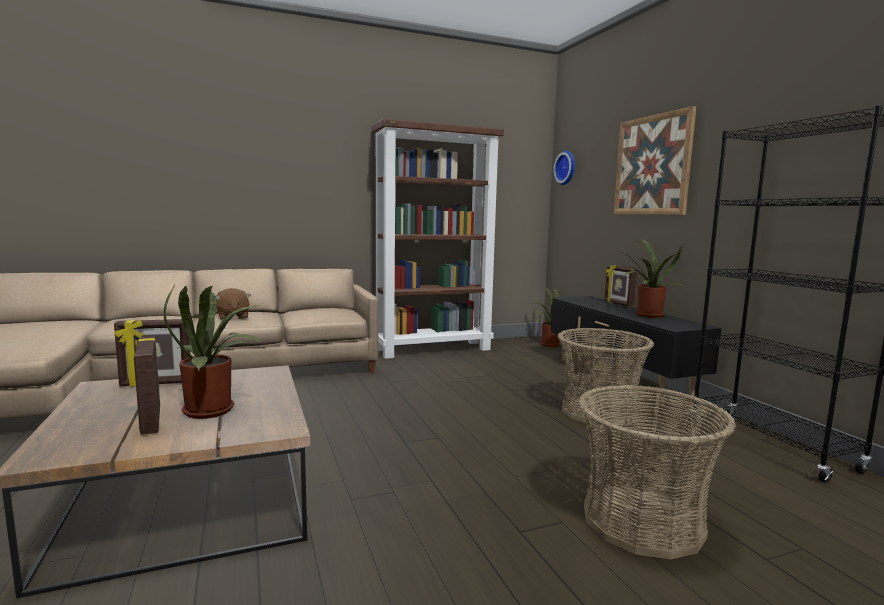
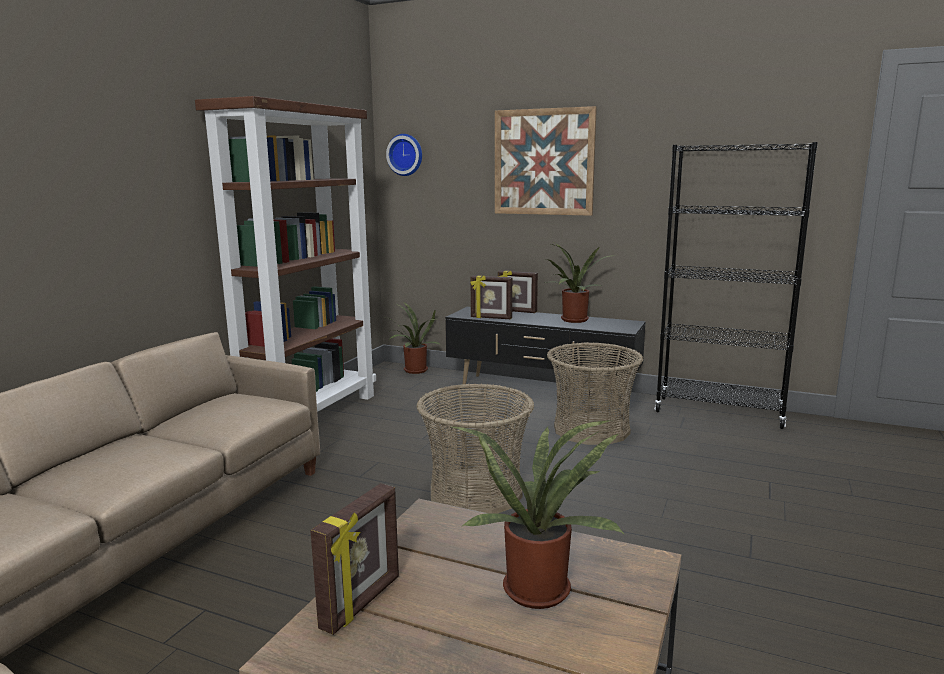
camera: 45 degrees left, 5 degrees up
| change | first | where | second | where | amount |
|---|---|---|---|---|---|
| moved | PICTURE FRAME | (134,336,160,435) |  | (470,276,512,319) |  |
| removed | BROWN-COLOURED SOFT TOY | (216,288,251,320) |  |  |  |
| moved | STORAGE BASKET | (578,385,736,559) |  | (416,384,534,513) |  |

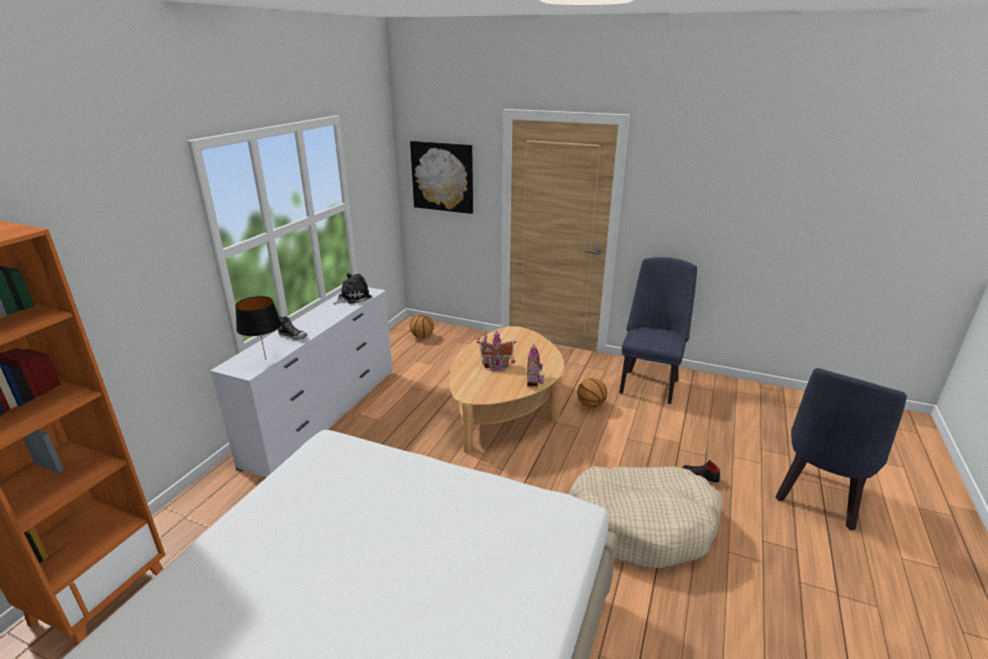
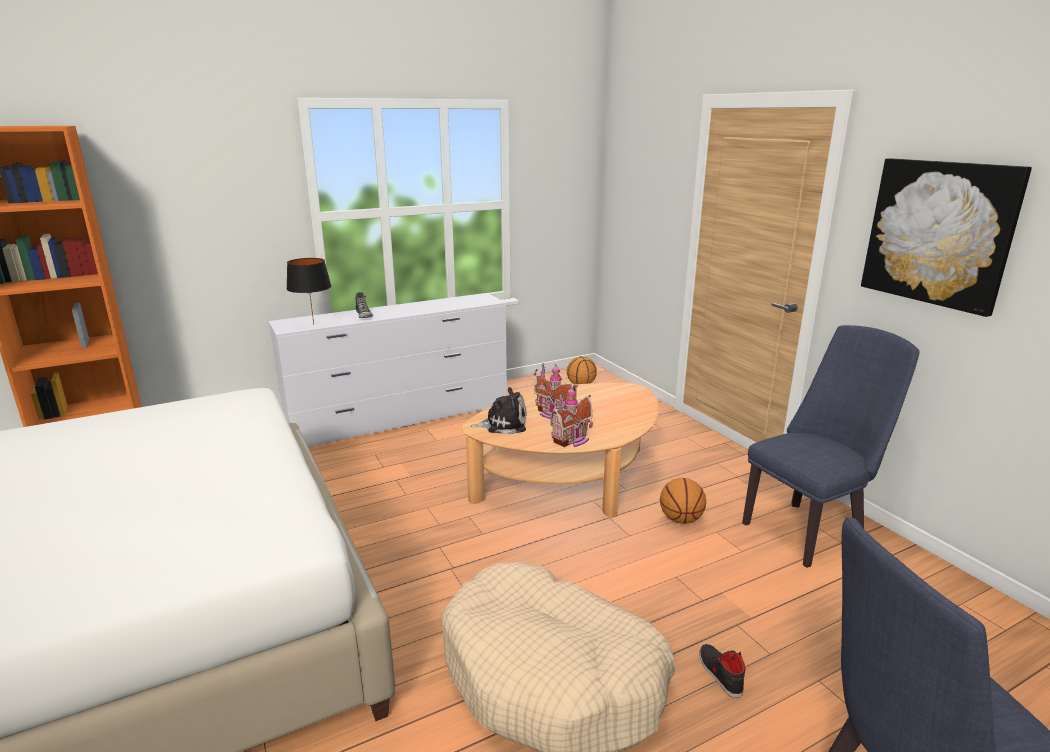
camera: 40 degrees right, 5 degrees down
| change | first | where | second | where | amount |
|---|---|---|---|---|---|
| moved | SOFT TOY | (333,273,372,305) |  | (470,387,527,434) |  |
| moved | WALL ART | (410,141,473,214) |  | (861,158,1032,317) |  |

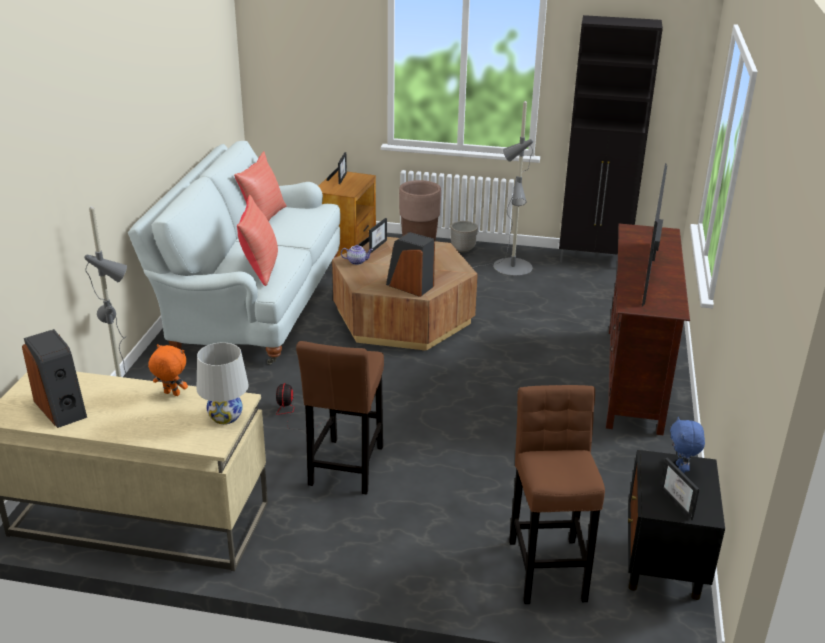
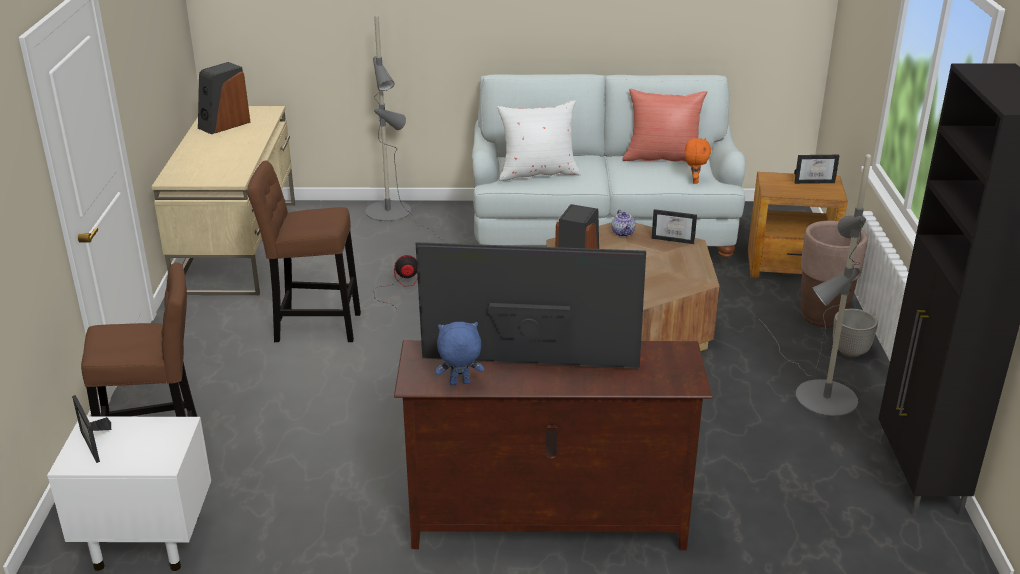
camera: 80 degrees right, 0 degrees up
| change | first | where | second | where | amount |
|---|---|---|---|---|---|
| moved | ORANGEY SOFT TOY | (148,344,188,396) |  | (685,138,711,184) |  |
| removed | WHITISH TABLETOP LAMP | (196,342,248,424) |  |  |  |
| recoloured | RED-COLOURED PILLOW | (237,195,278,286) | WHITISH PILLOW | (497,100,581,181) |  |
| recoloured | BLACKISH BEDSIDE TABLE | (628,450,725,600) | WHITISH BEDSIDE TABLE | (47,416,211,571) |  |
| turned | PICTURE FRAME | (660,457,699,521) |  | (72,395,111,463) | 90 degrees counterclockwise |
| moved | BLUE SOFT TOY | (670,417,705,473) |  | (436,322,484,385) |  |

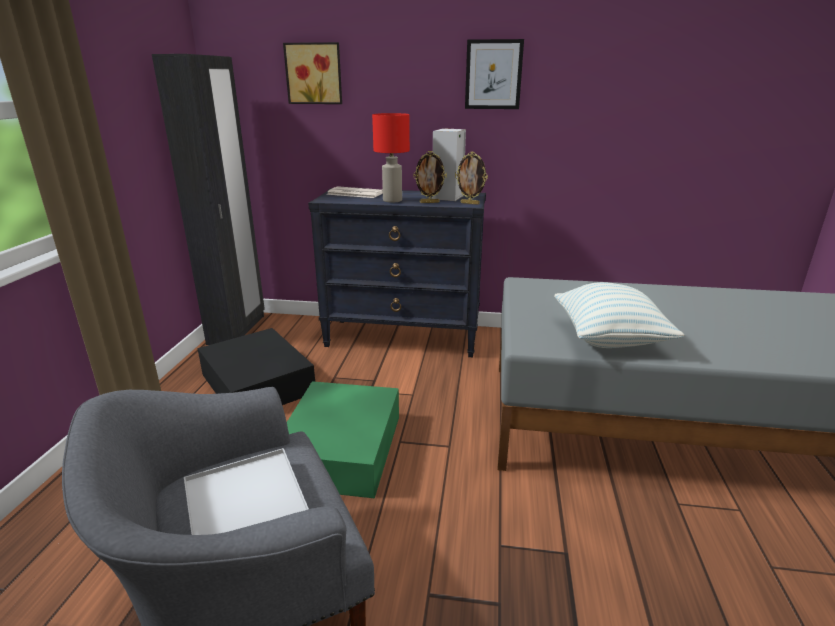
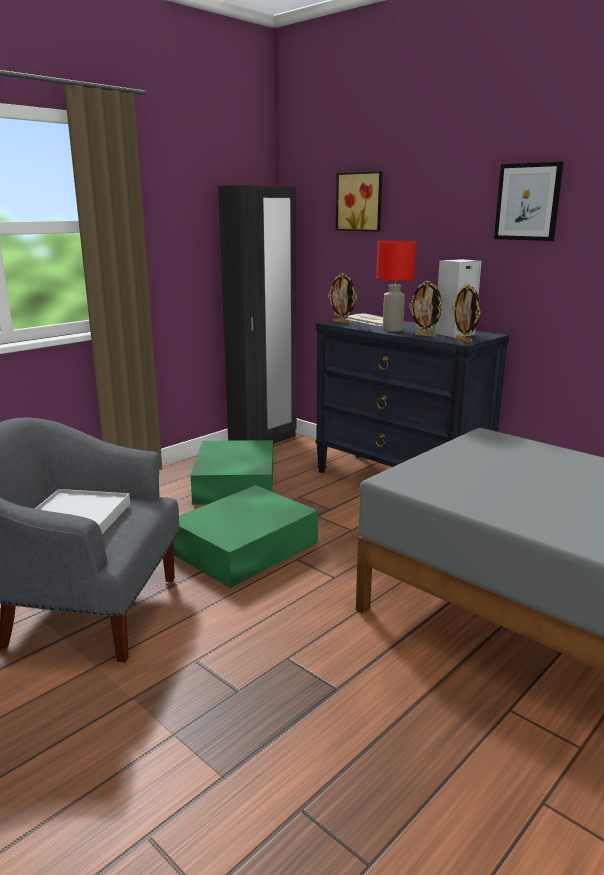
camera: 35 degrees right, 5 degrees down
| change | first | where | second | where | amount |
|---|---|---|---|---|---|
| recoloured | BLACKISH STORAGE BIN | (197,328,315,405) | GREEN STORAGE BIN | (190,440,273,505) |  |
| removed | PILLOW | (554,282,684,348) |  |  |  |
| added |  |  | PICTURE FRAME | (328,273,357,324) |  |

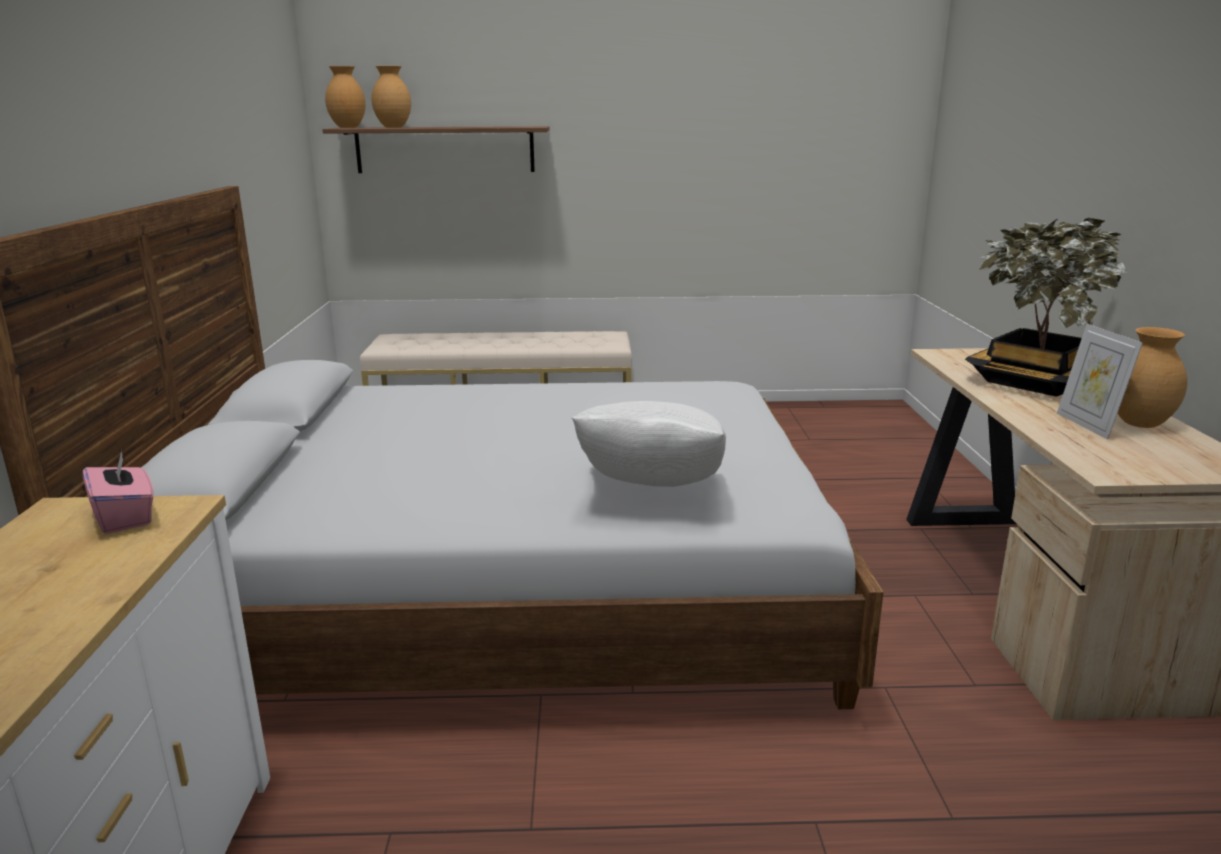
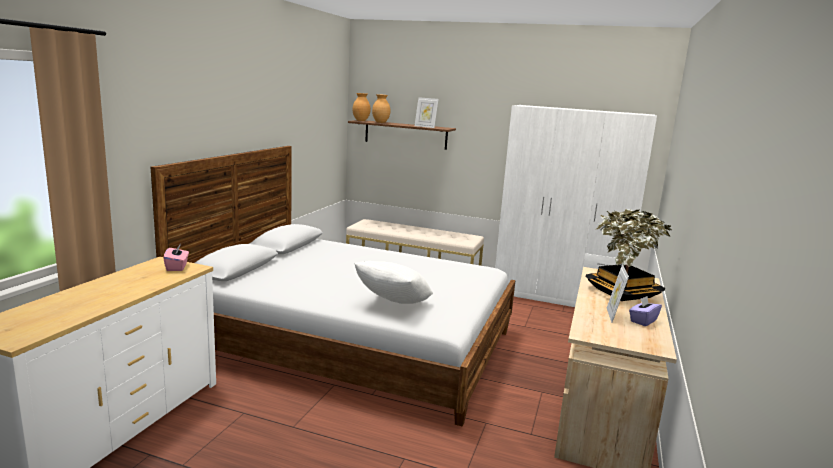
camera: 20 degrees right, 5 degrees down
| change | first | where | second | where | amount |
|---|---|---|---|---|---|
| replaced | BROWN-COLOURED VASE | (1118,327,1187,428) | PURPLISH TISSUE BOX | (629,296,662,326) |  |
| added |  |  | PICTURE FRAME | (415,97,438,128) |  |
| added |  |  | WHITISH CLOTHES CUPBOARD | (495,105,657,307) |  |

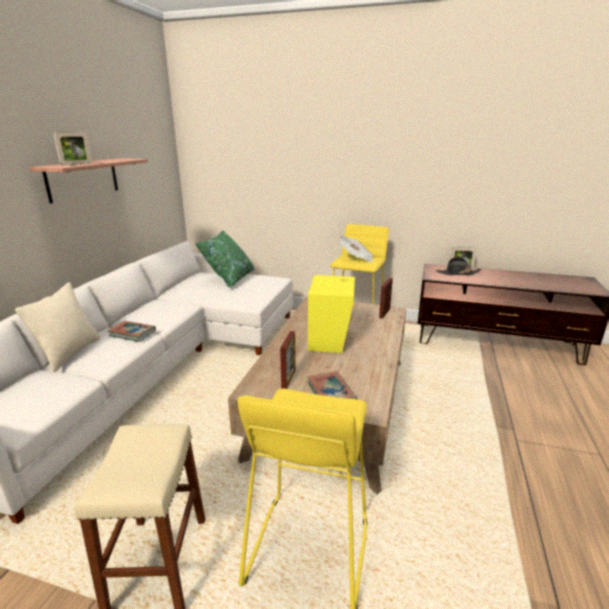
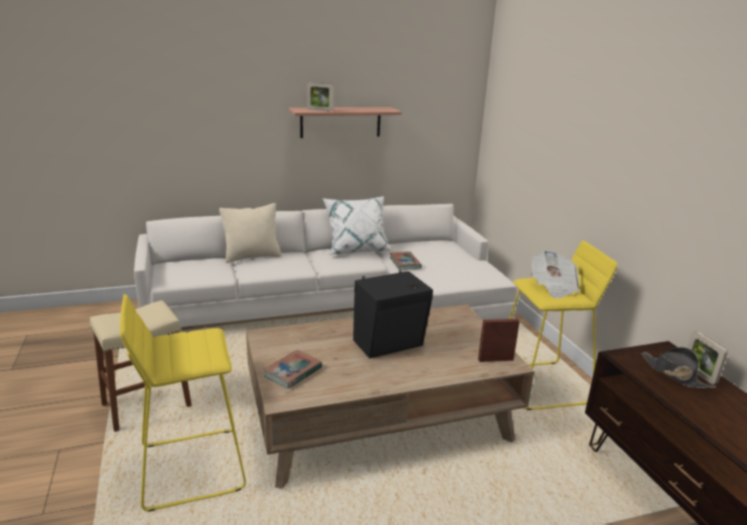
camera: 55 degrees right, 0 degrees up
| change | first | where | second | where | amount |
|---|---|---|---|---|---|
| moved | BOUND BOOK | (107,321,156,342) |  | (390,252,422,270) |  |
| removed | GREEN PILLOW | (195,231,255,288) |  |  |  |
| removed | PICTURE FRAME | (280,331,295,389) |  |  |  |
| recoloured | YELLOWISH SPEAKER | (308,275,355,353) | BLACKISH SPEAKER | (353,270,433,358) |  |
| added |  |  | WHITISH PILLOW | (322,196,393,255) |  |

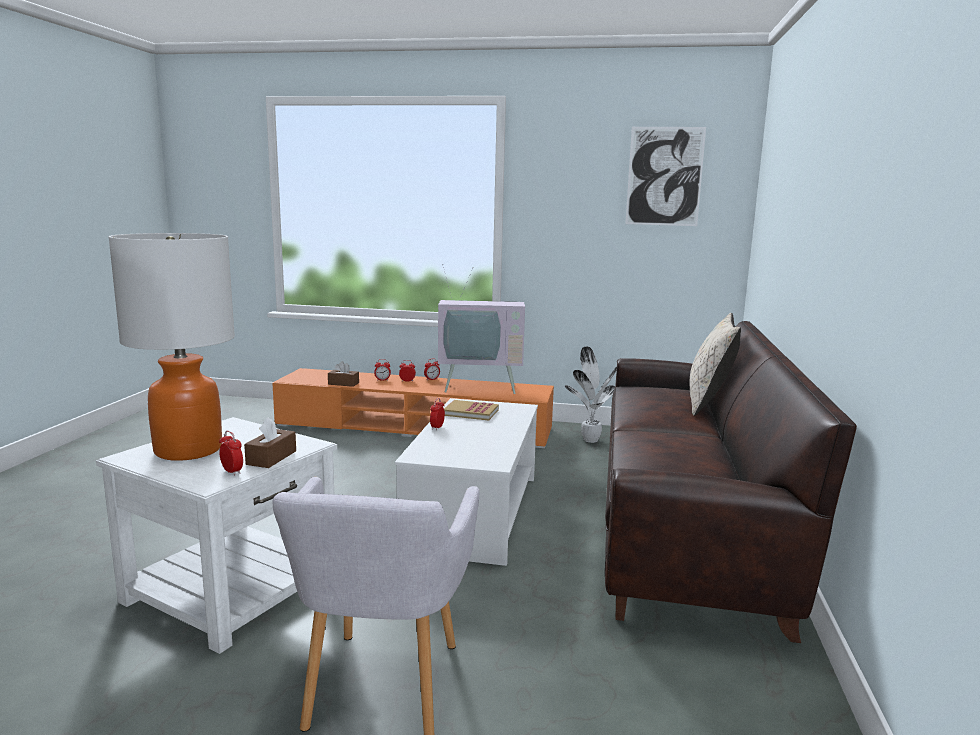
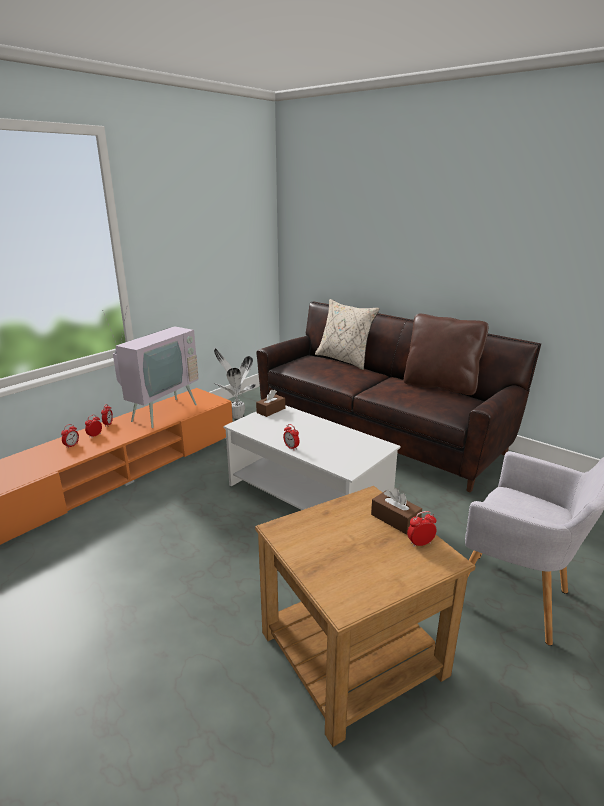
camera: 60 degrees left, 10 degrees up
| change | first | where | second | where | amount |
|---|---|---|---|---|---|
| recoloured | WHITISH ACCENT TABLE | (96,417,337,654) | BROWN-COLOURED ACCENT TABLE | (255,486,476,747) |  |
| removed | TABLETOP LAMP | (108,233,235,461) |  |  |  |
| moved | BROWN-COLOURED TISSUE BOX | (328,361,359,387) |  | (256,390,285,417) |  |
| removed | BOUND BOOK | (444,400,499,421) |  |  |  |
| removed | WALL ART | (625,127,706,226) |  |  |  |
| added |  |  | BROWN-COLOURED PILLOW | (404,314,488,395) |  |

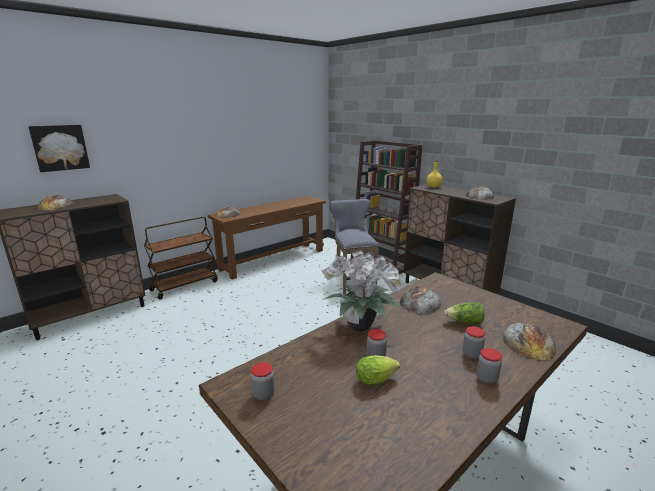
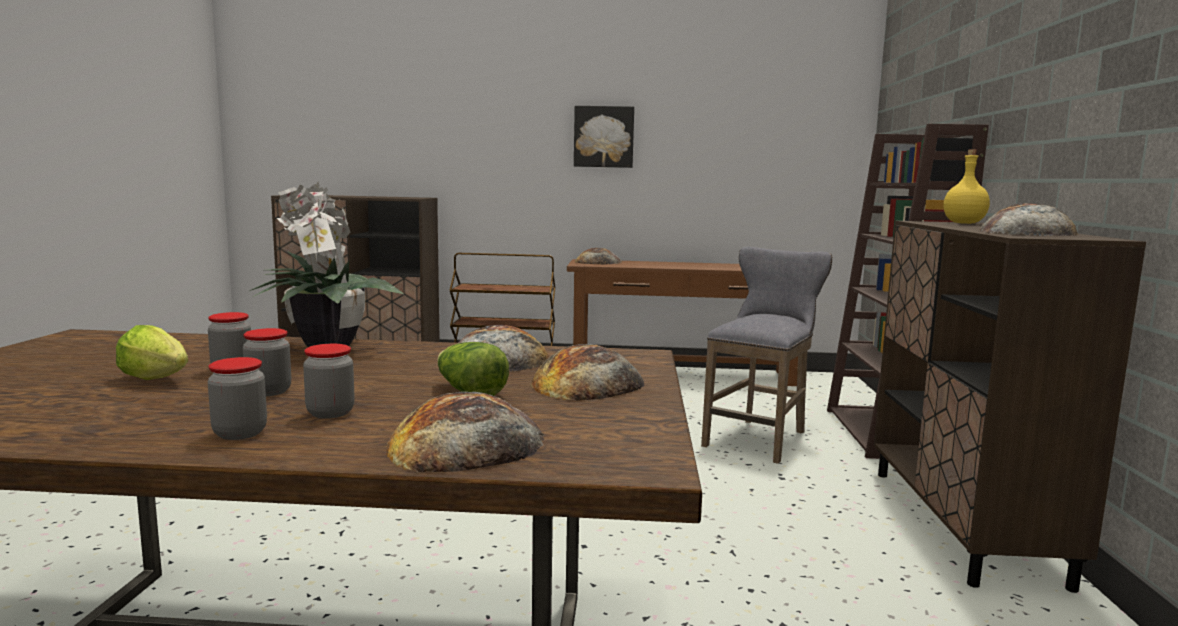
camera: 45 degrees right, 10 degrees down
| change | first | where | second | where | amount |
|---|---|---|---|---|---|
| moved | WALL ART | (28,125,90,172) |  | (574,106,634,168) |  |
| moved | BAKERY BREAD | (38,195,75,210) |  | (530,344,644,401) |  |
| moved | STORAGE JAR | (251,362,275,401) |  | (243,328,291,396) |  |

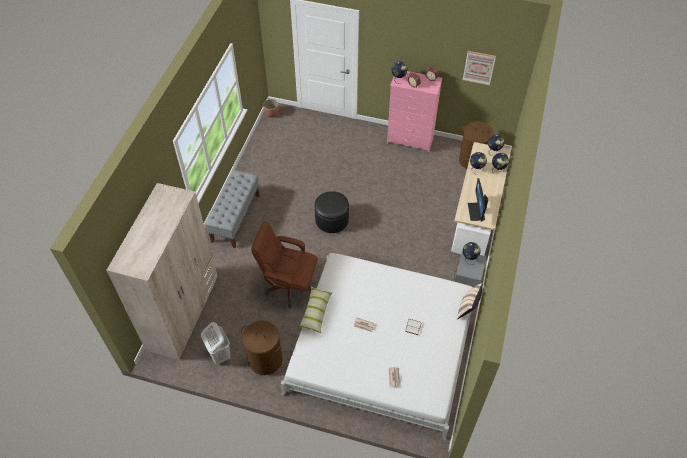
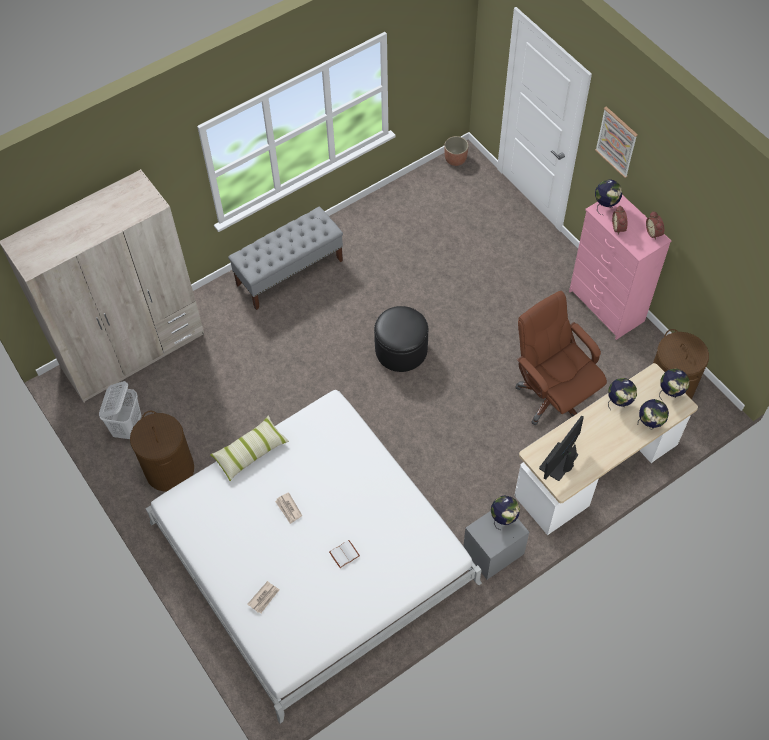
camera: 40 degrees right, 5 degrees up
| change | first | where | second | where | amount |
|---|---|---|---|---|---|
| moved | BROWN-COLOURED OFFICE CHAIR | (251,221,318,309) |  | (515,291,607,425) |  |
| removed | BEIGE PILLOW | (457,283,483,320) |  |  |  |
| moved | WALL ART | (463,51,496,85) |  | (595,107,638,178) |  |

